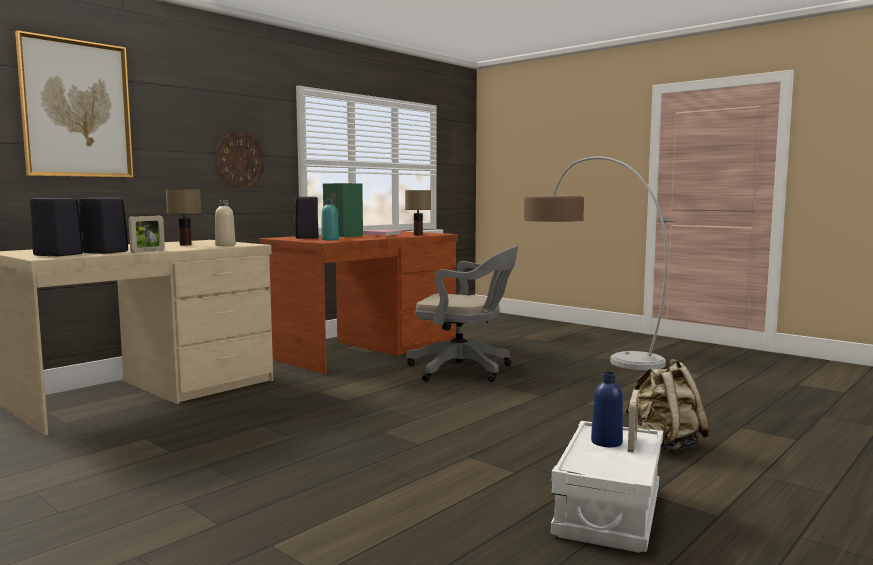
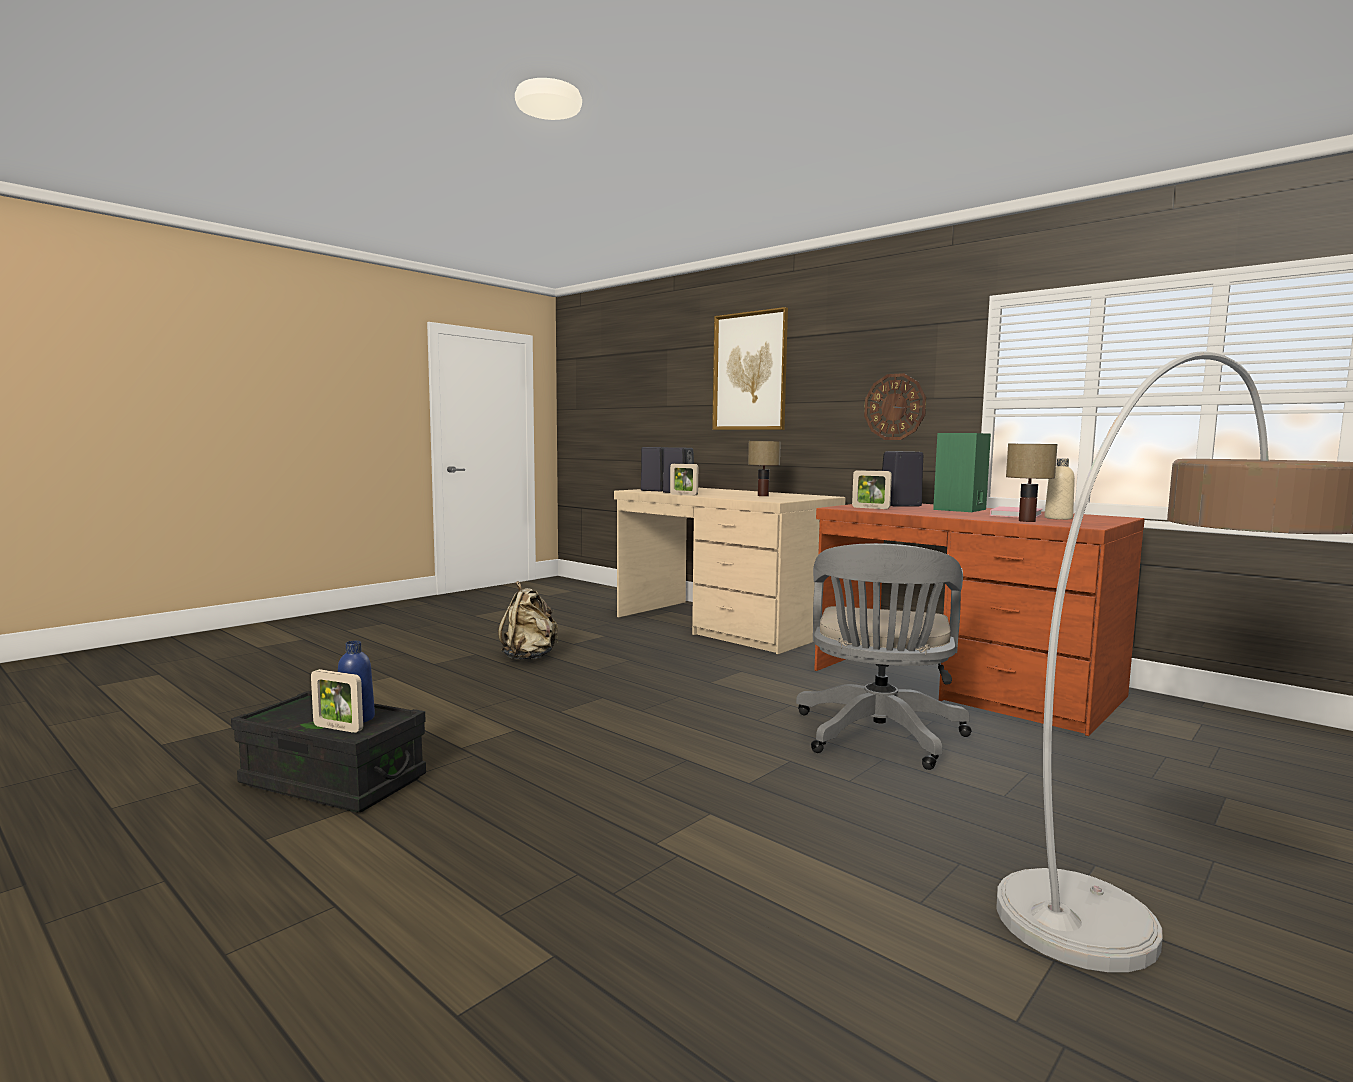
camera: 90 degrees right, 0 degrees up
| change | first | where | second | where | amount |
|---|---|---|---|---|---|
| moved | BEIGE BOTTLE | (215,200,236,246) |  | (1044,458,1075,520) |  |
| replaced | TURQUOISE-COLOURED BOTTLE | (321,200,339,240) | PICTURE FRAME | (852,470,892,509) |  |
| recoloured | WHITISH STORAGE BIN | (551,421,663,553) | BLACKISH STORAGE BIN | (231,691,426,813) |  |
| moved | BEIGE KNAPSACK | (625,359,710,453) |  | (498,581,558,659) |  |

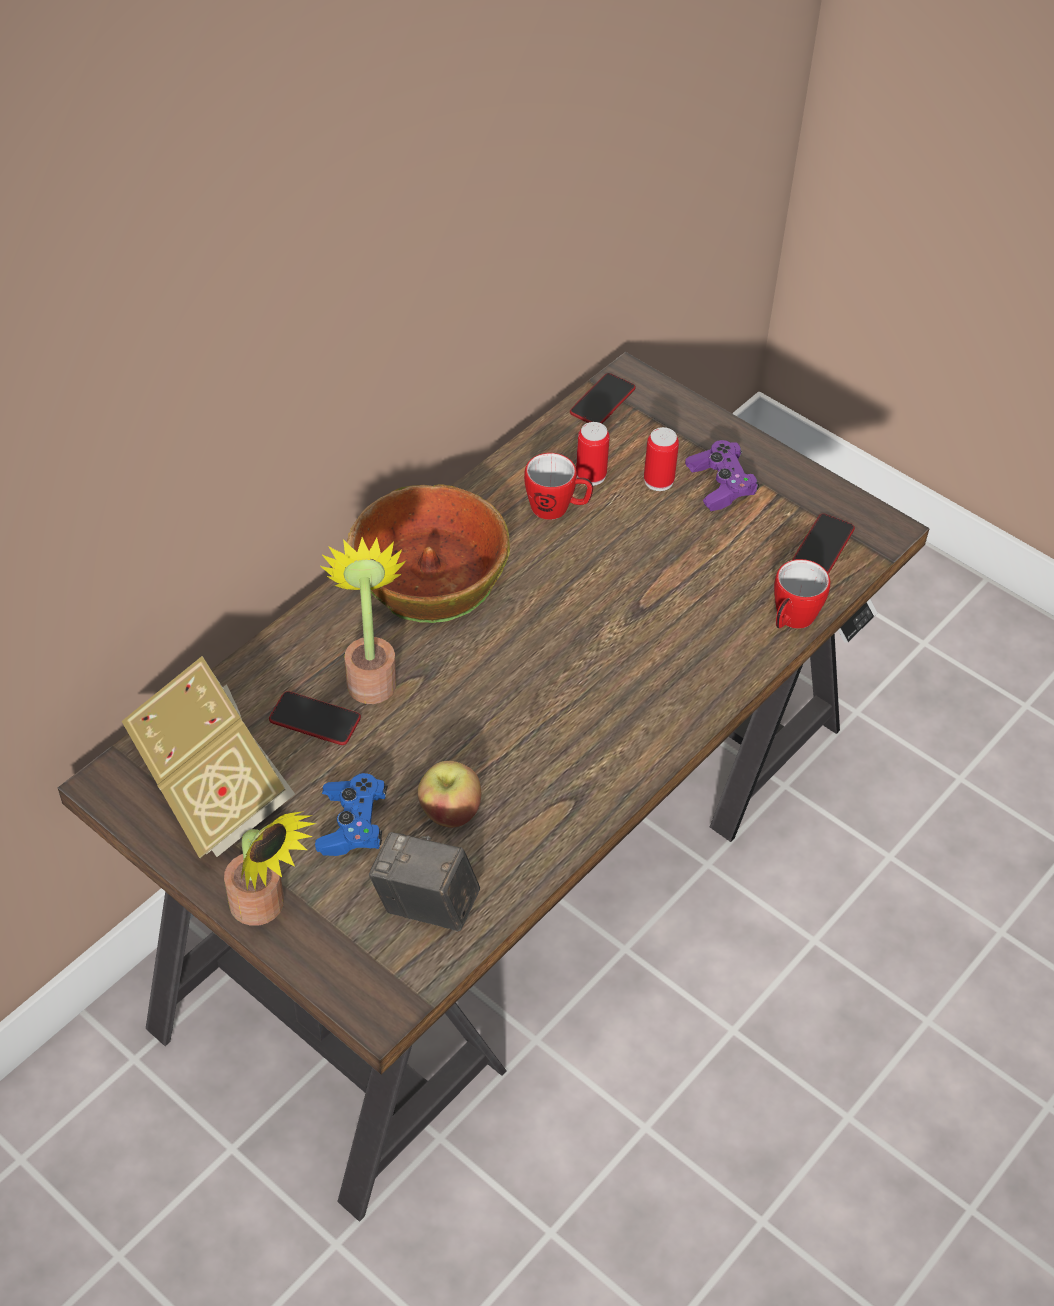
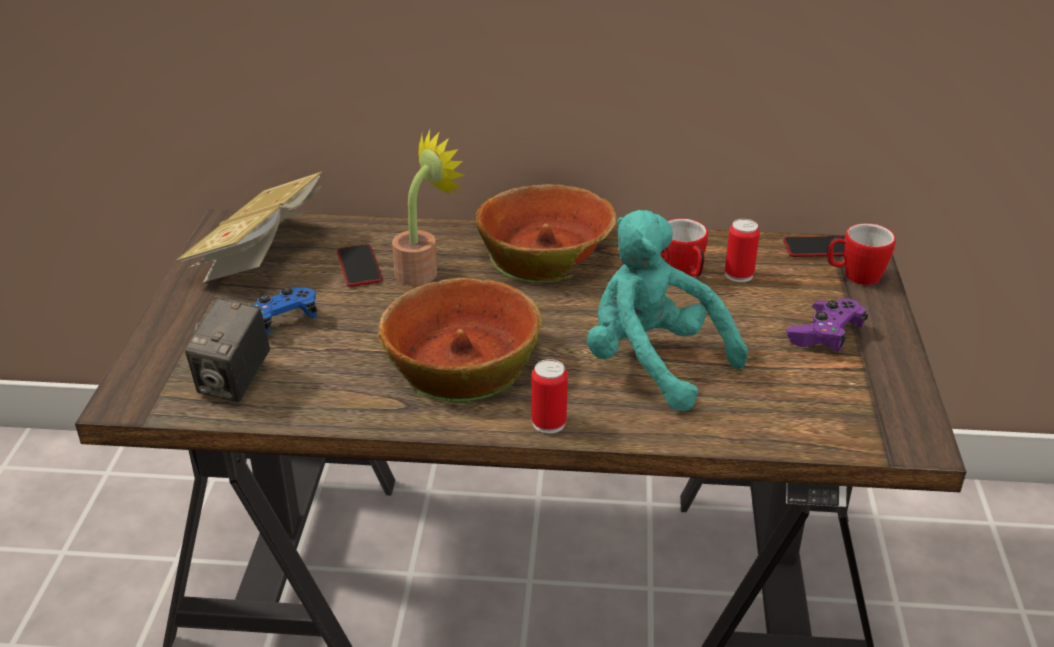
camera: 55 degrees right, 15 degrees down
| change | first | where | second | where | amount |
|---|---|---|---|---|---|
| removed | HOUSEPLANT | (224,811,316,926) |  |  |  |
| turned | STILL CAMERA | (369,832,480,932) |  | (185,297,270,402) | 150 degrees counterclockwise |
| removed | APPLE | (418,761,481,828) |  |  |  |
| moved | METAL CAN | (644,427,679,491) |  | (531,359,568,434) |  |
| moved | MUG | (774,559,830,629) |  | (827,223,896,285) |  |
| removed | PHONE | (793,513,855,574) |  |  |  |
| added |  |  | SERVING BOWL | (378,278,542,402) |  |
| added |  |  | TURQUOISE-COLOURED SOFT TOY | (587,210,748,411) |  |

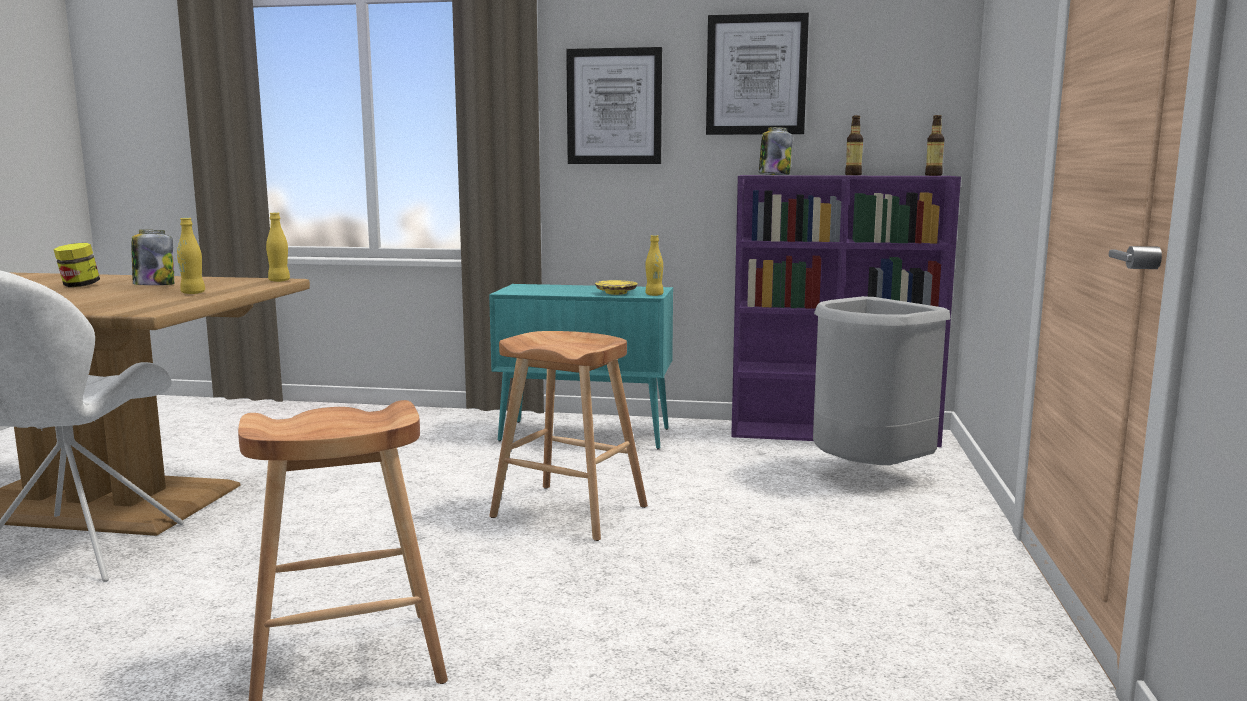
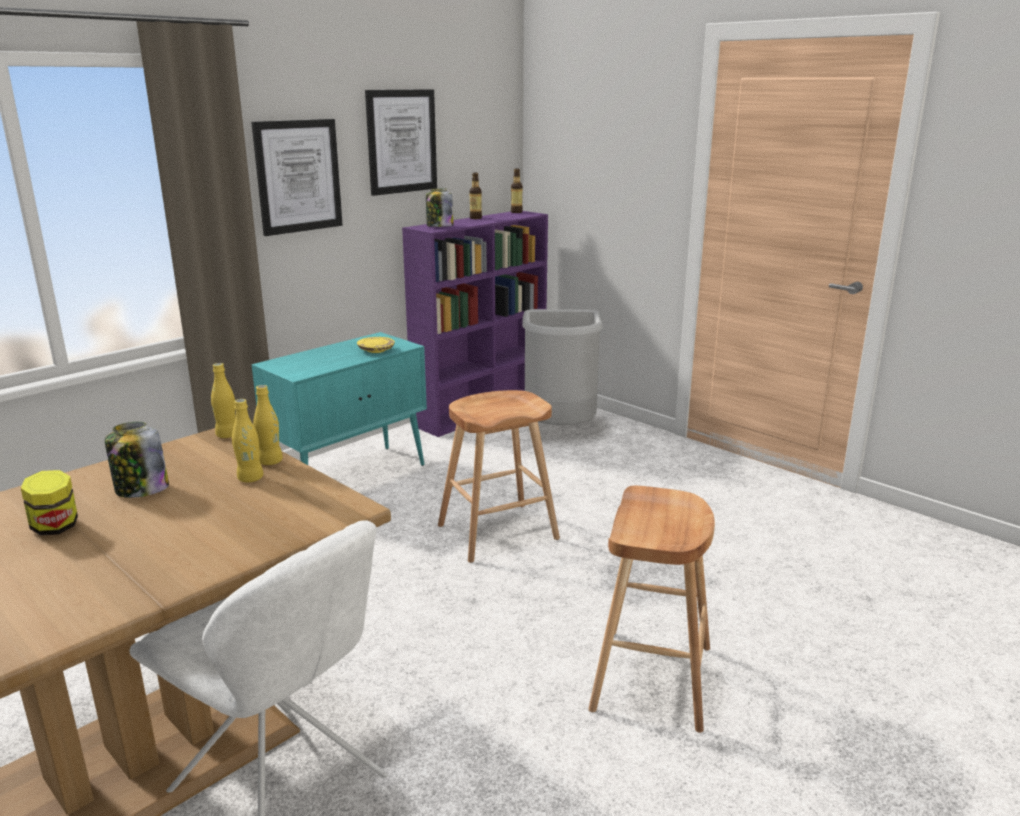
camera: 55 degrees left, 10 degrees up
| change | first | where | second | where | amount |
|---|---|---|---|---|---|
| moved | YELLOWISH BOTTLE | (645,235,664,296) |  | (253,385,283,465) |  |

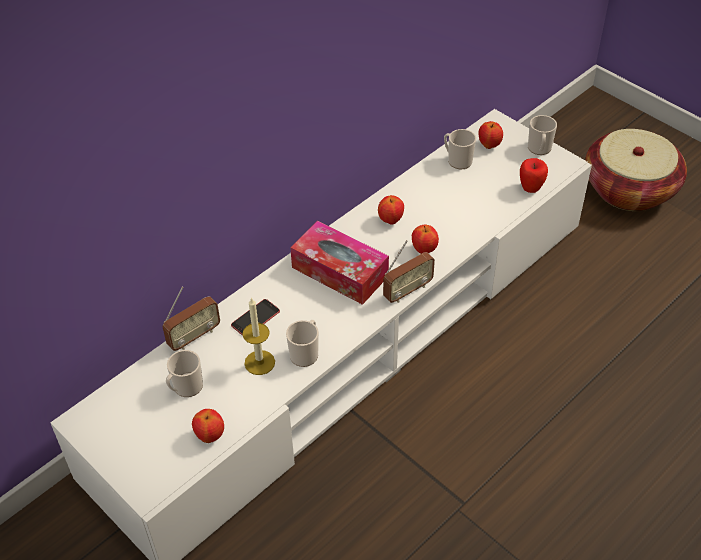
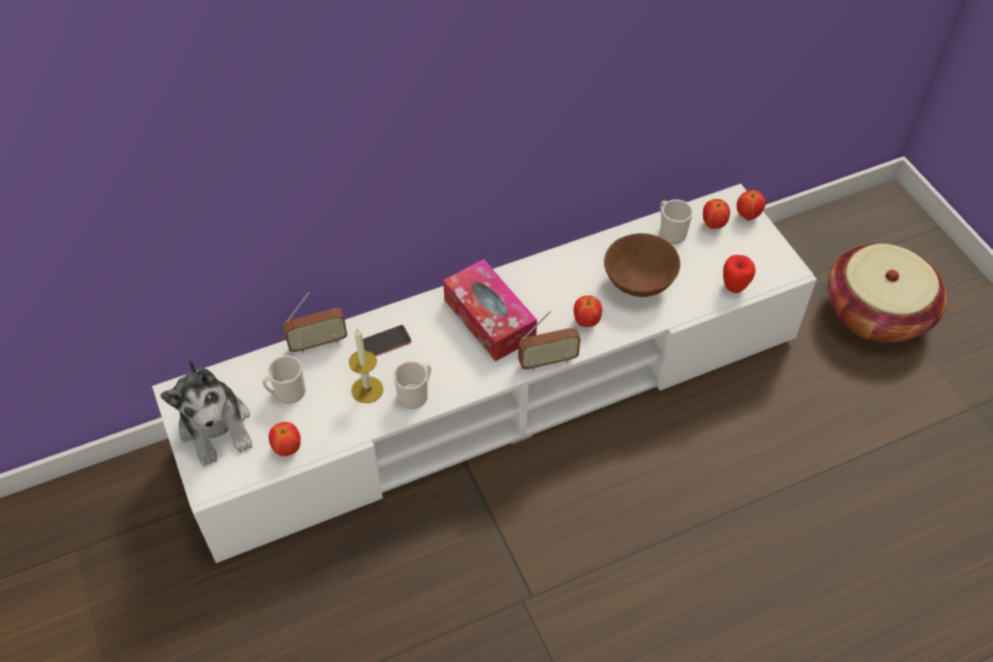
camera: 20 degrees right, 5 degrees up
| change | first | where | second | where | amount |
|---|---|---|---|---|---|
| moved | APPLE | (378,195,404,225) |  | (737,190,766,220) |  |
| removed | MUG | (528,115,557,155) |  |  |  |
| added |  |  | SOFT TOY | (160,358,253,467) |  |
| added |  |  | BROWN-COLOURED SERVING BOWL | (604,233,680,297) |  |

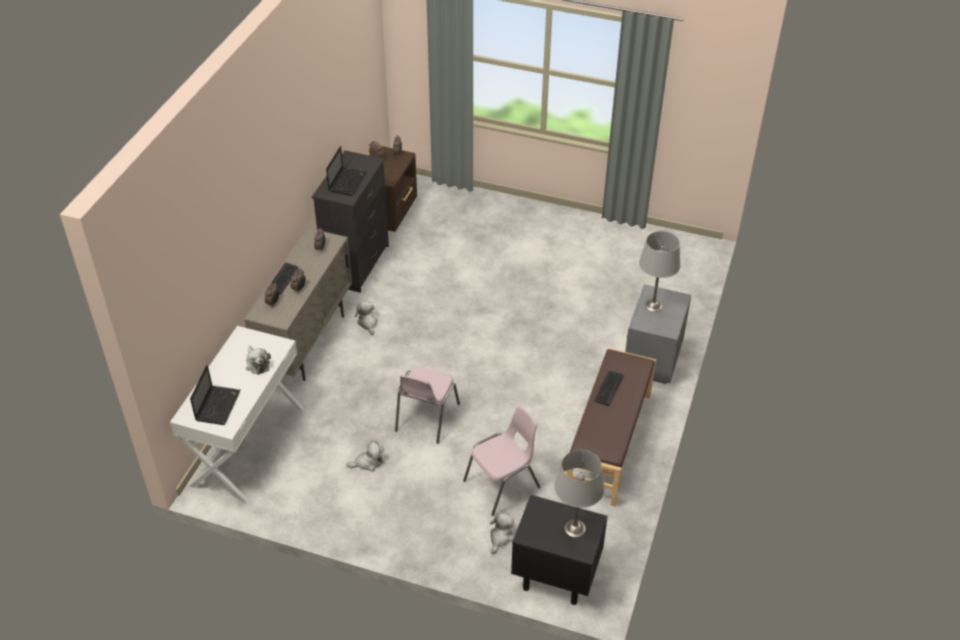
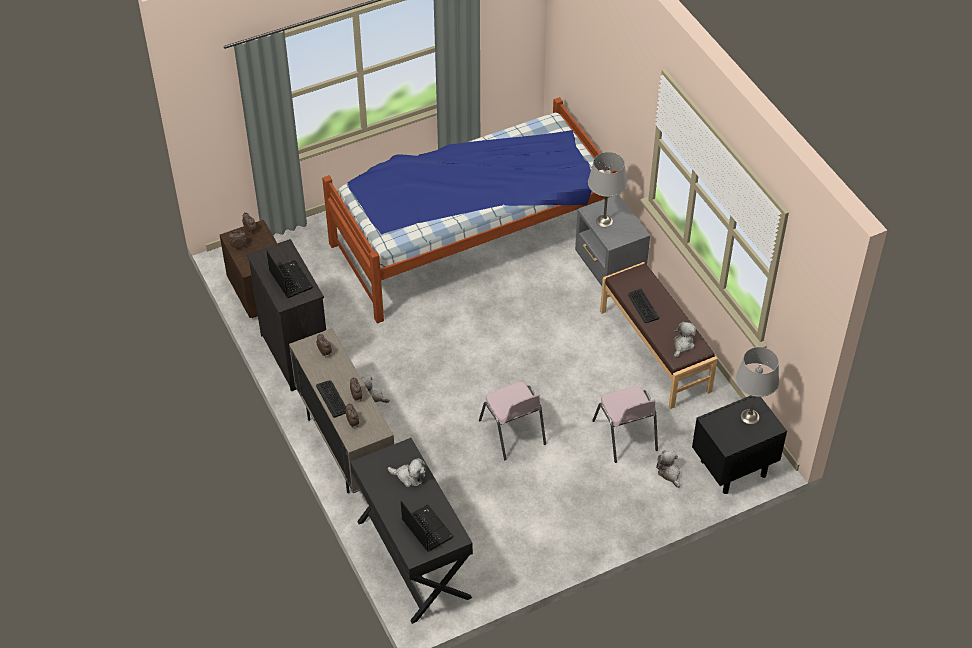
camera: 45 degrees left, 5 degrees up
| change | first | where | second | where | amount |
|---|---|---|---|---|---|
| recoloured | WHITISH DESK | (170,326,304,504) | BLACKISH DESK | (350,438,473,624) |  |
| moved | SOFT TOY | (346,441,384,471) |  | (674,322,696,358) |  |
| turned | PINK PLAIN CHAIR | (463,406,540,516) |  | (592,386,658,463) | 150 degrees clockwise |
| added |  |  | BEDROOM BED | (322,97,617,324) |  |

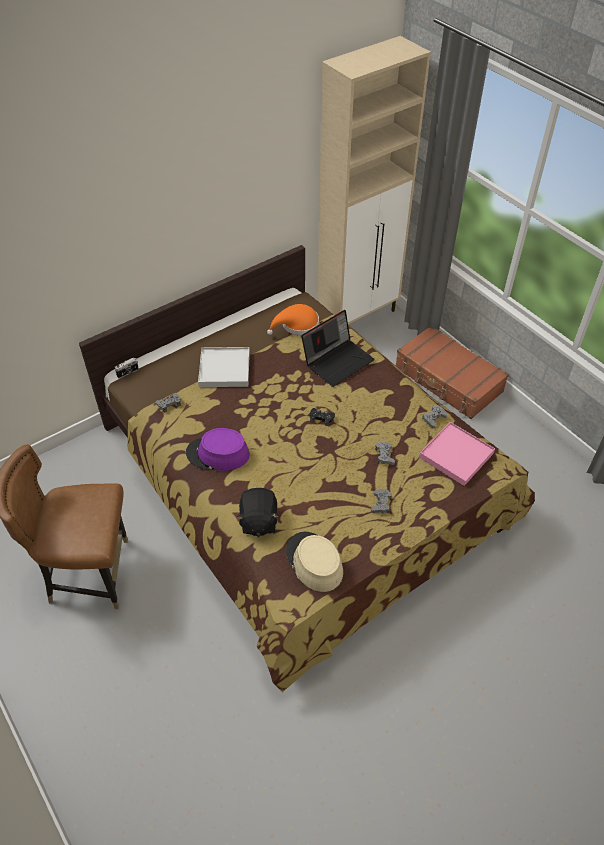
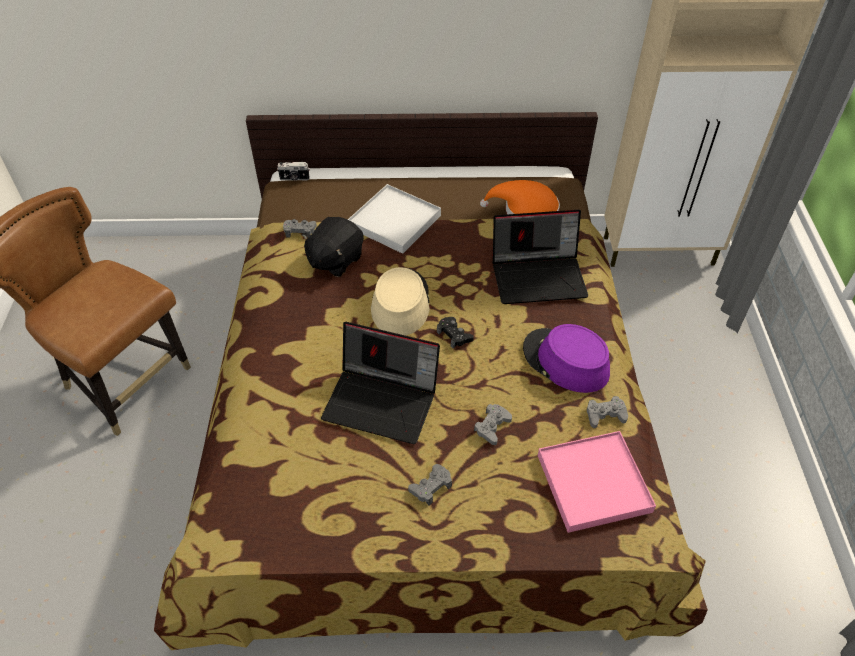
camera: 35 degrees right, 0 degrees up
| change | first | where | second | where | amount |
|---|---|---|---|---|---|
| moved | PURPLISH CLOTHING HAT | (186,428,250,471) |  | (523,324,610,393) |  |
| moved | BLACKISH SOFT TOY | (237,488,279,537) |  | (302,217,364,277) |  |
| moved | BEIGE CLOTHING HAT | (286,532,343,592) |  | (371,267,430,336) |  |
| removed | BROWN-COLOURED PIECE OF LUGGAGE | (395,327,509,419) |  |  |  |
| added |  |  | LAPTOP | (321,322,440,444) |  |

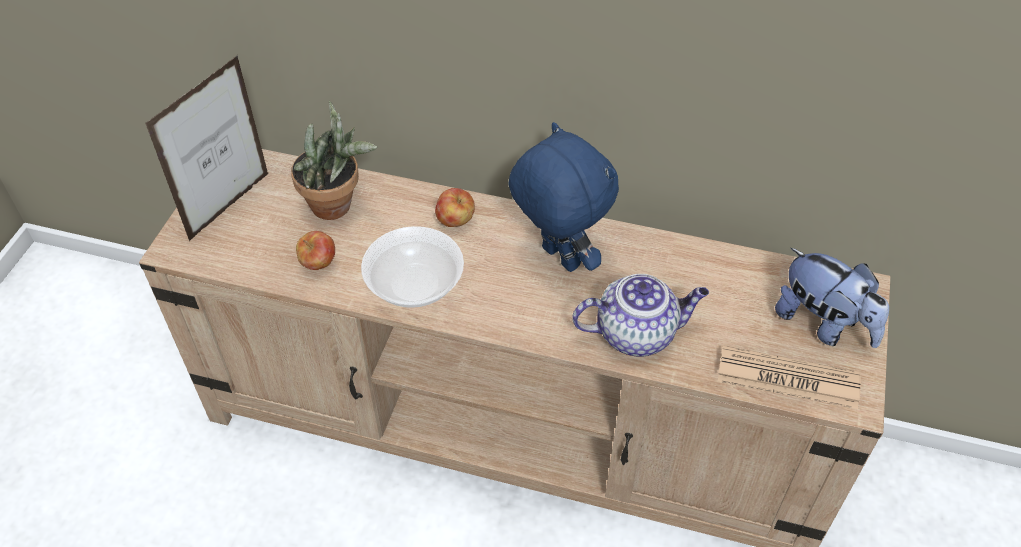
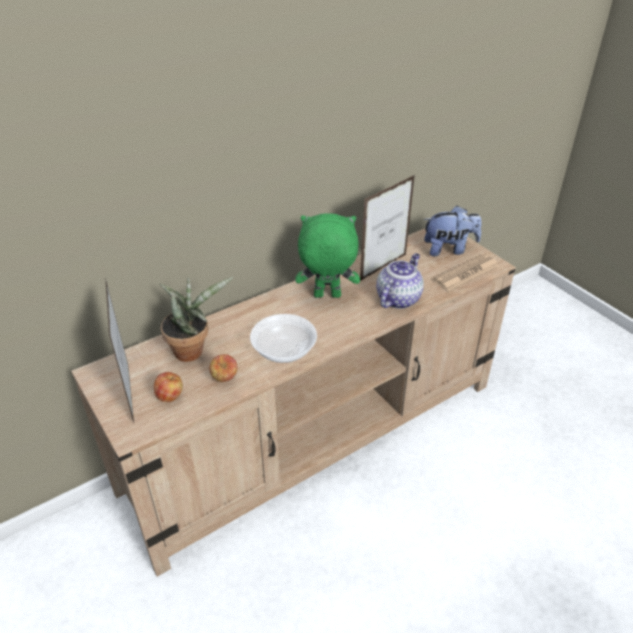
camera: 50 degrees left, 10 degrees down
| change | first | where | second | where | amount |
|---|---|---|---|---|---|
| moved | APPLE | (435,188,475,227) |  | (154,372,183,402) |  |
| recoloured | BLUE SOFT TOY | (508,122,619,272) | GREEN SOFT TOY | (295,213,360,298) |  |
| added |  |  | PICTURE FRAME | (360,175,415,281) |  |

